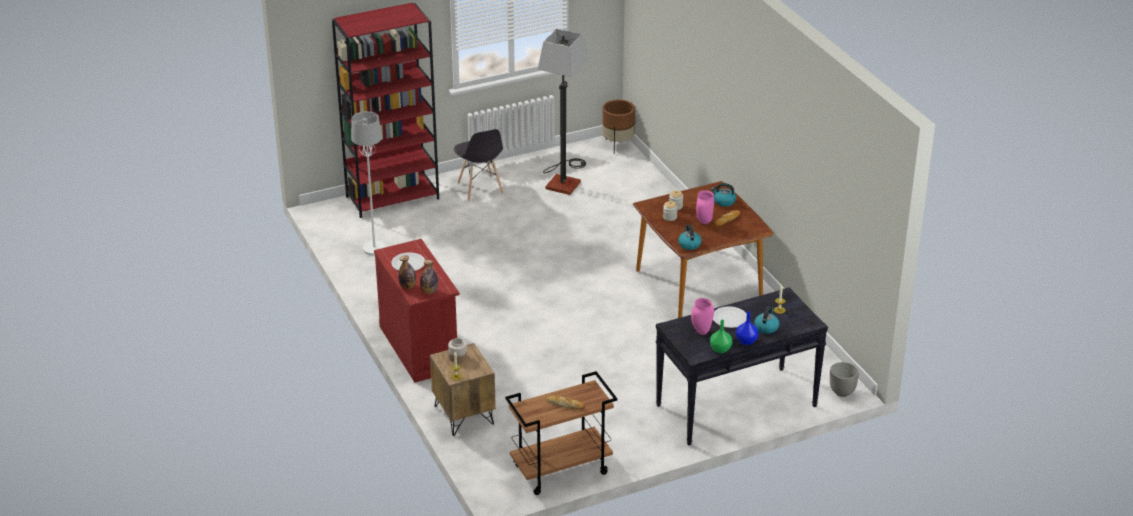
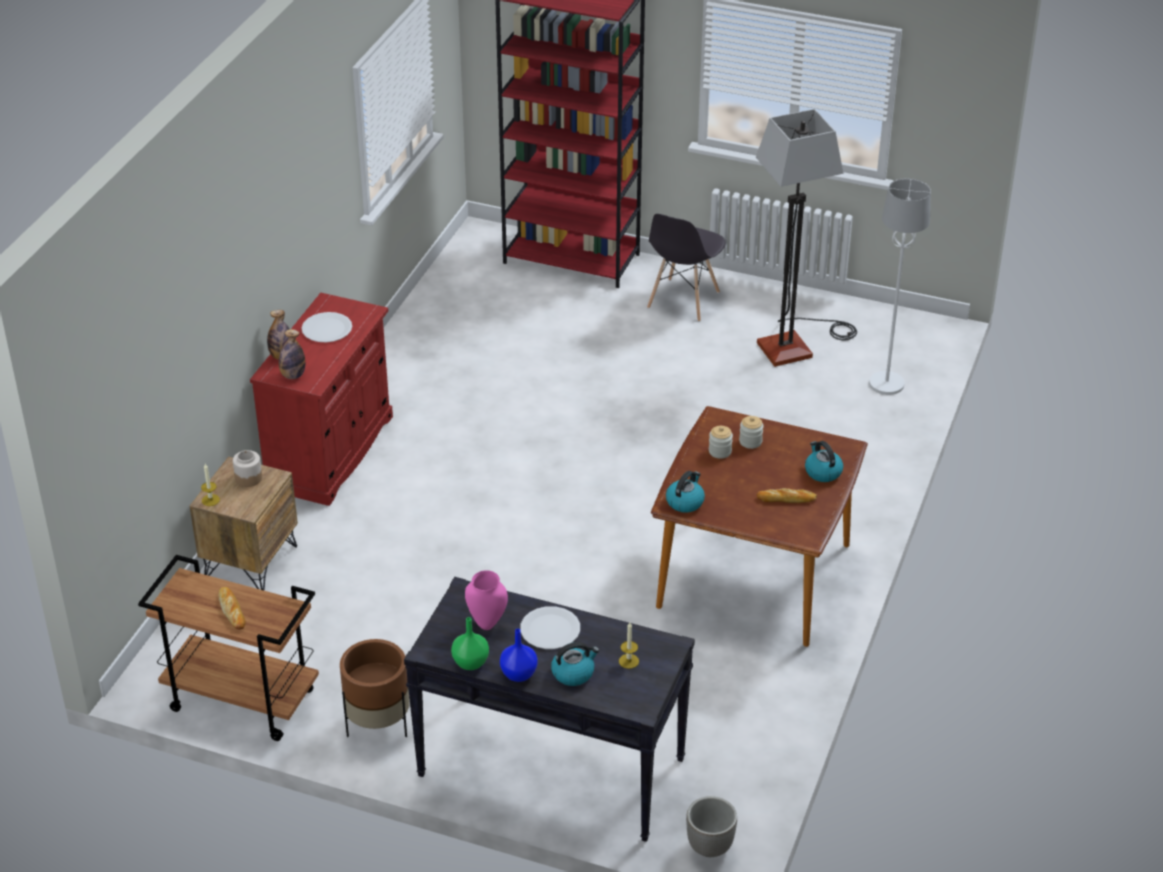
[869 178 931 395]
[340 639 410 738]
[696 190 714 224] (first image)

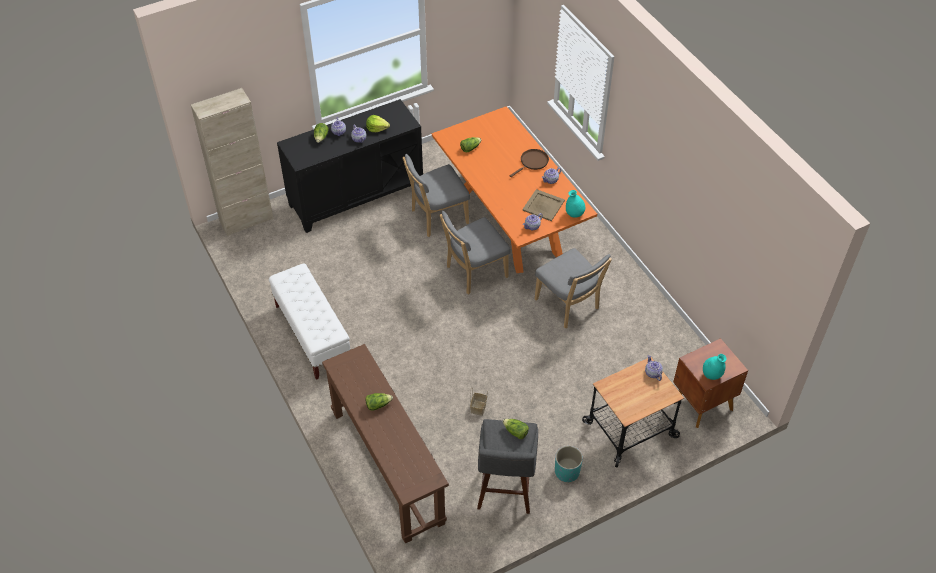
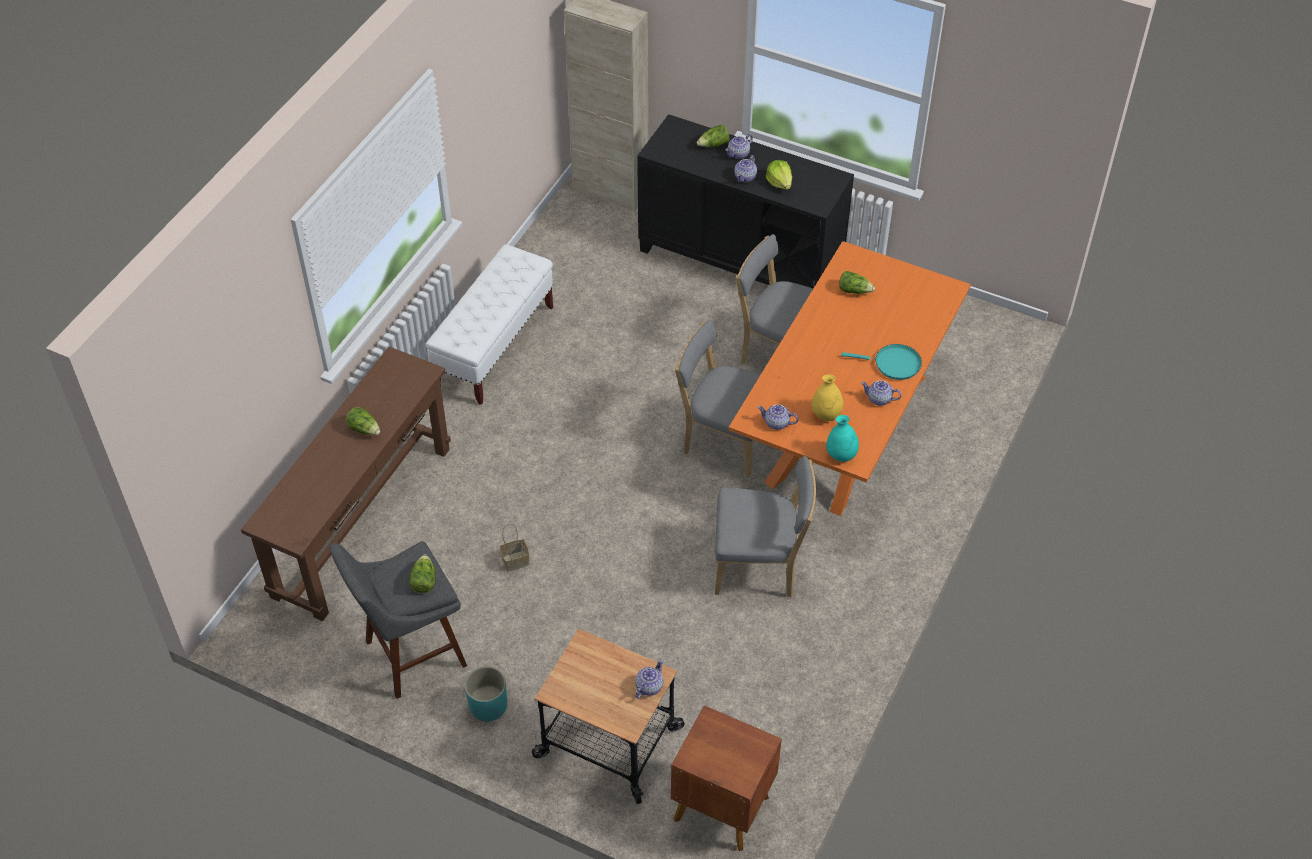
[841 344 922 380]
[812 374 843 421]
[715 455 816 597]
[703 354 727 380] (first image)

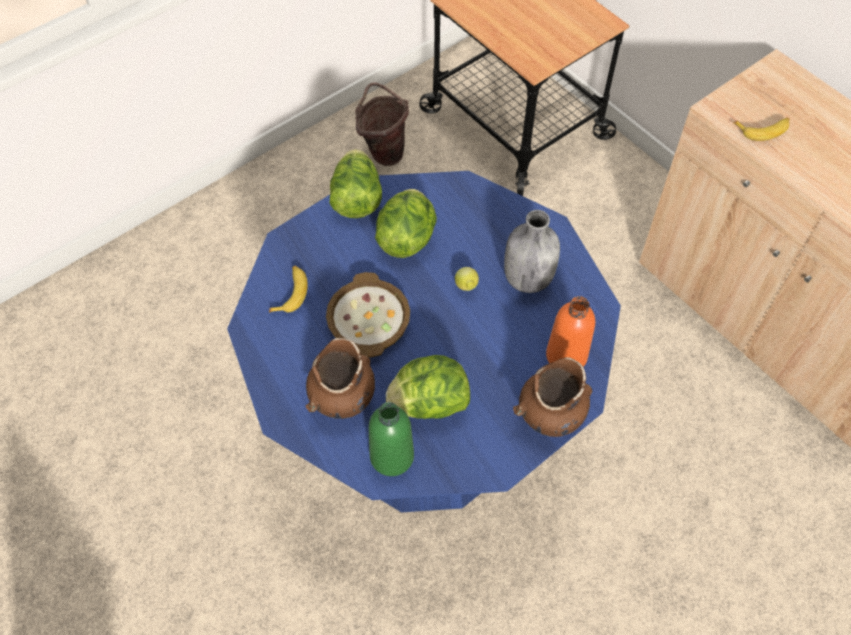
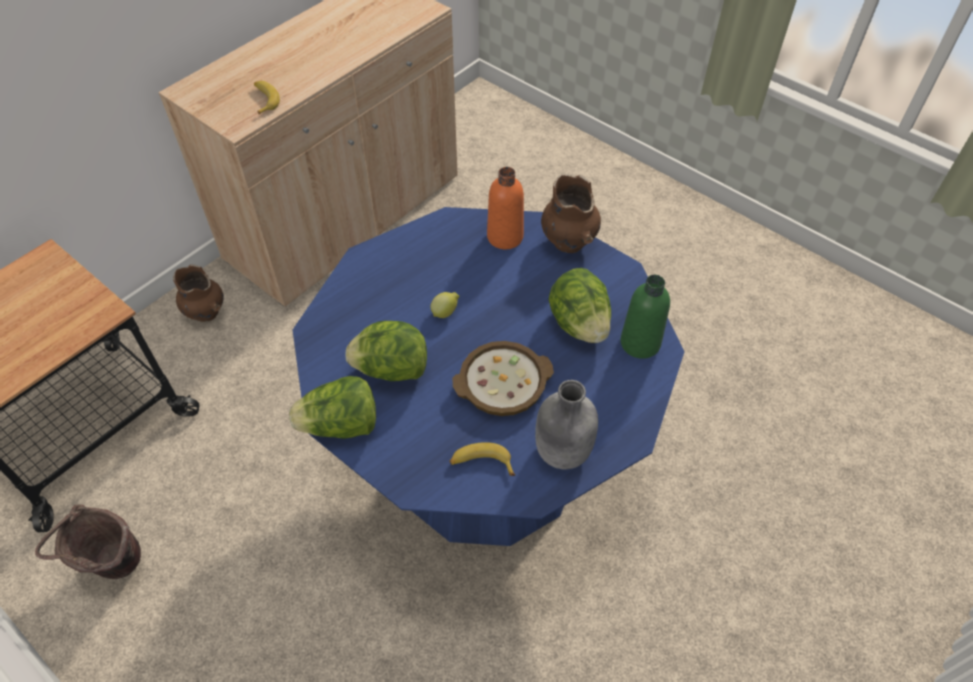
[173 264 224 322]
[535 380 598 469]

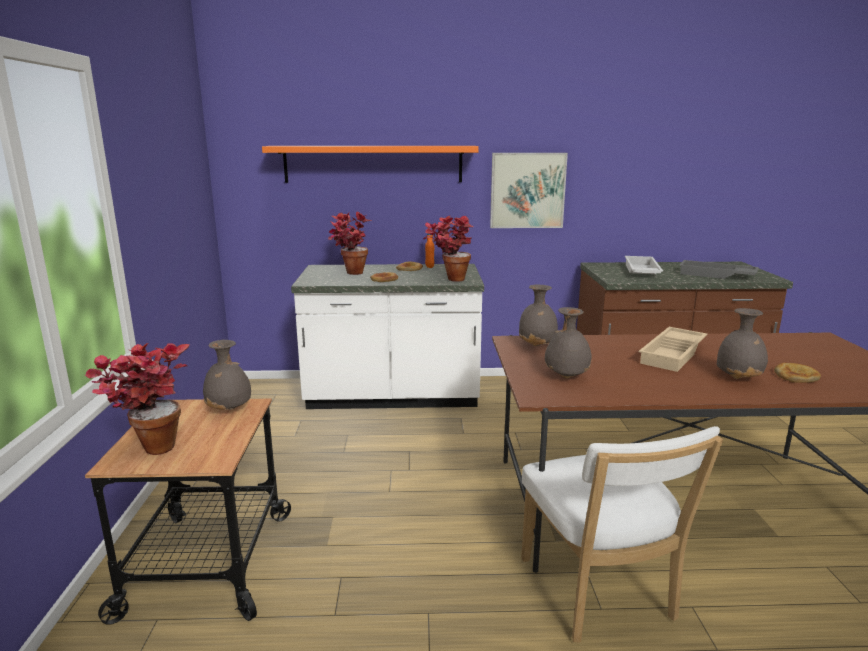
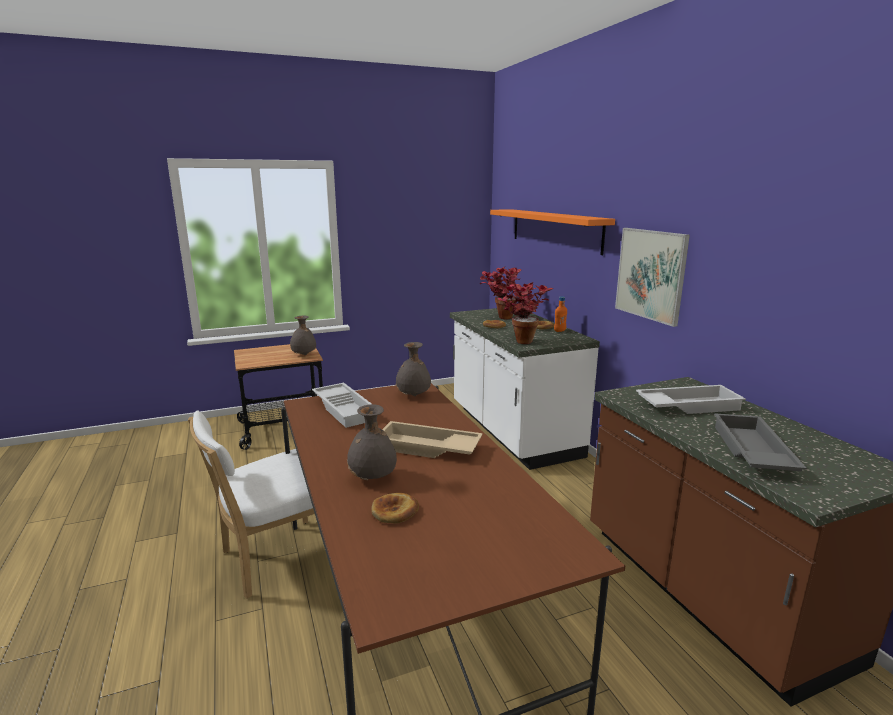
[85 343 190 455] (first image)
[312 383 371 428]

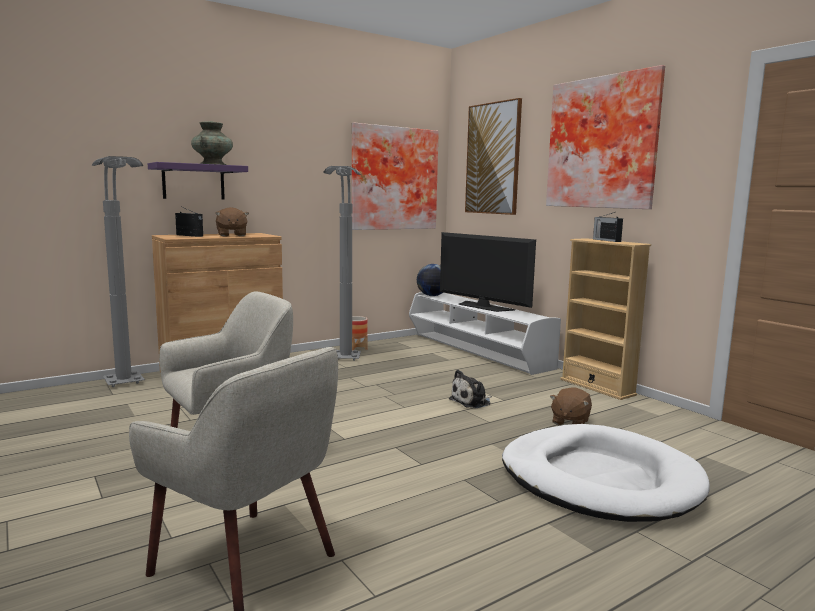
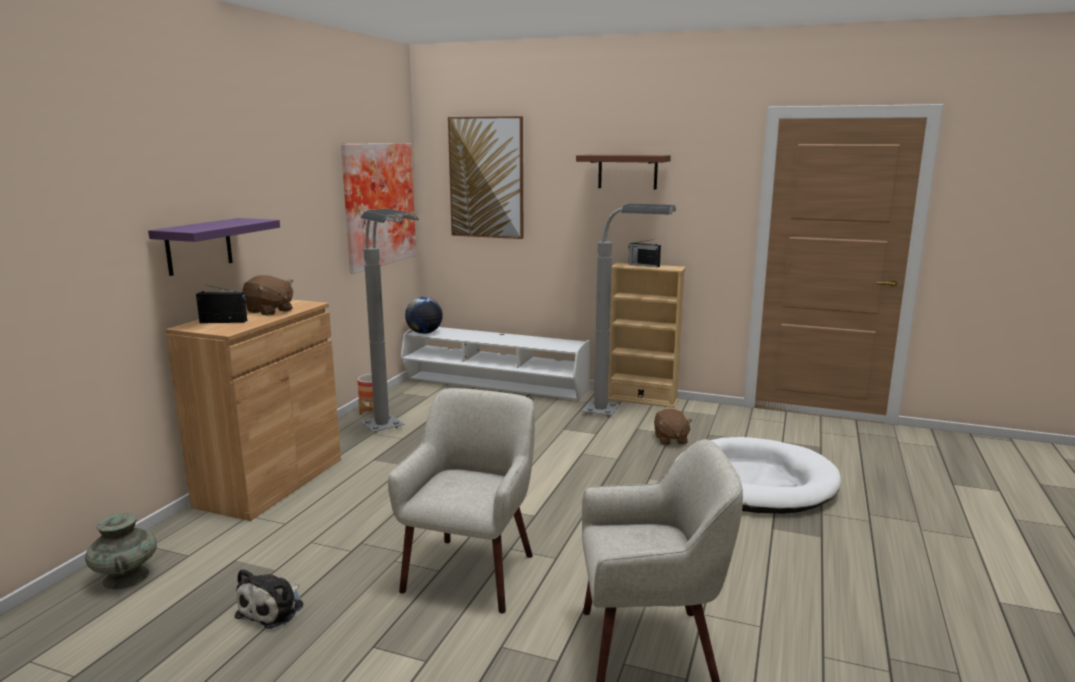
[582 203 676 417]
[85 513 157 590]
[440 232 536 312] (first image)
[235 569 304 628]
[576 155 671 190]

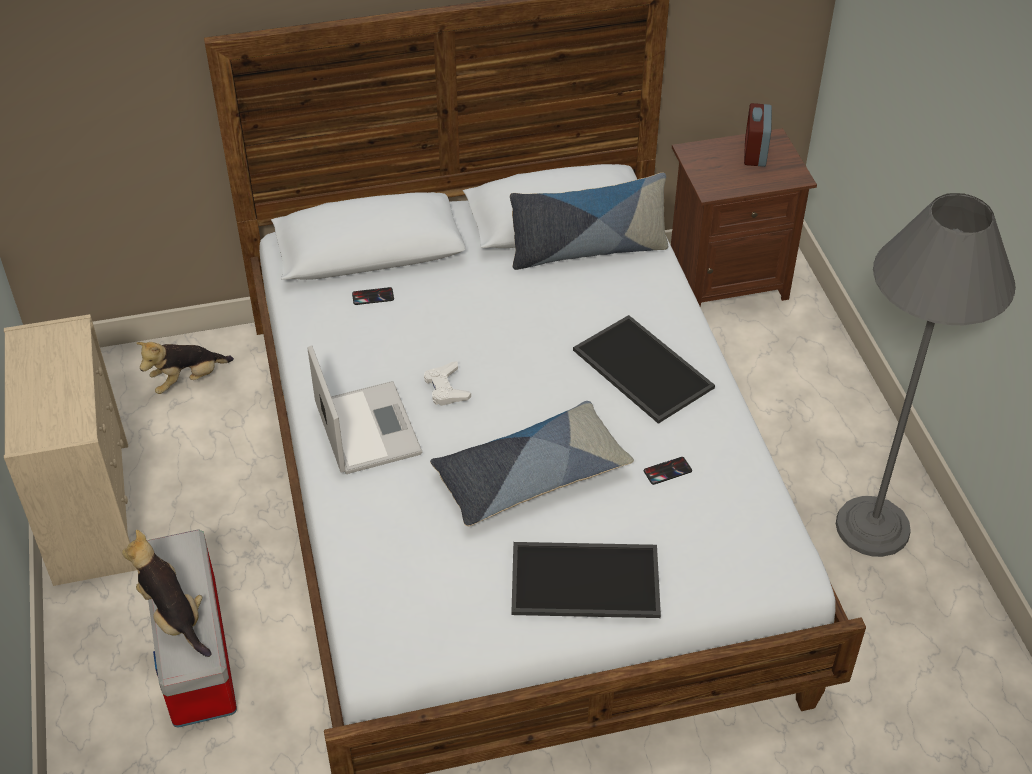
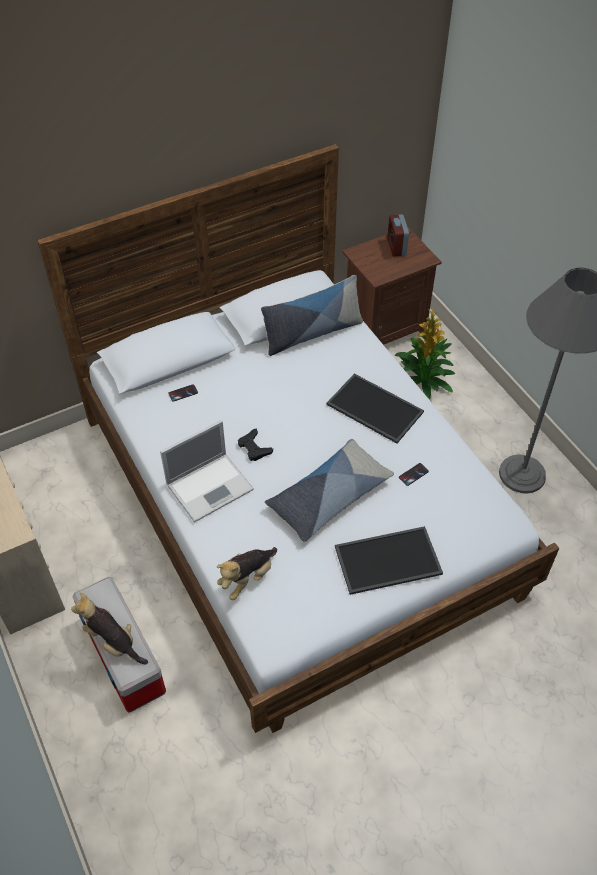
[217 547 277 600]
[160 420 254 522]
[238 428 273 461]
[395 309 455 400]

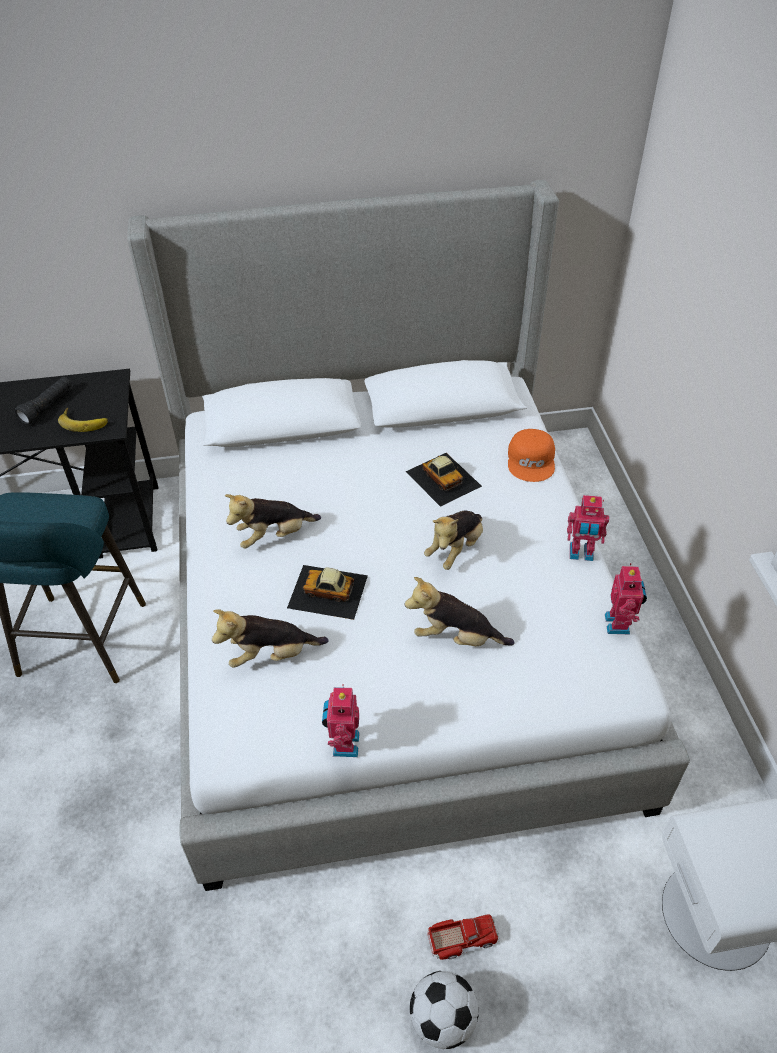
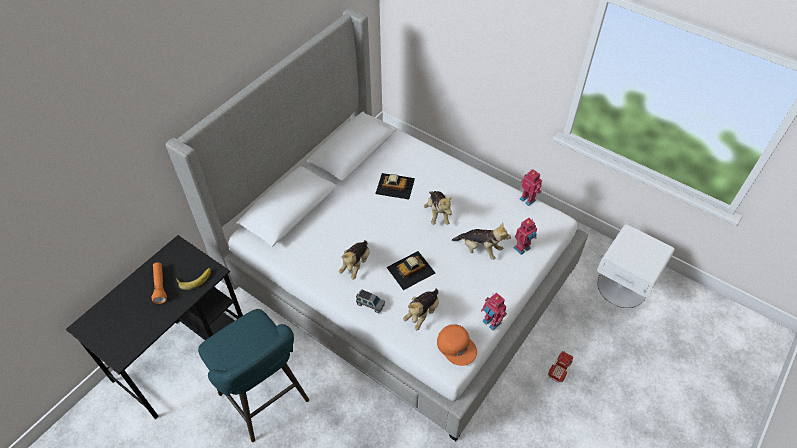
[152 262 167 304]
[452 223 511 260]
[410 971 479 1049] (first image)
[437 324 477 366]
[513 218 537 255]
[356 290 385 313]

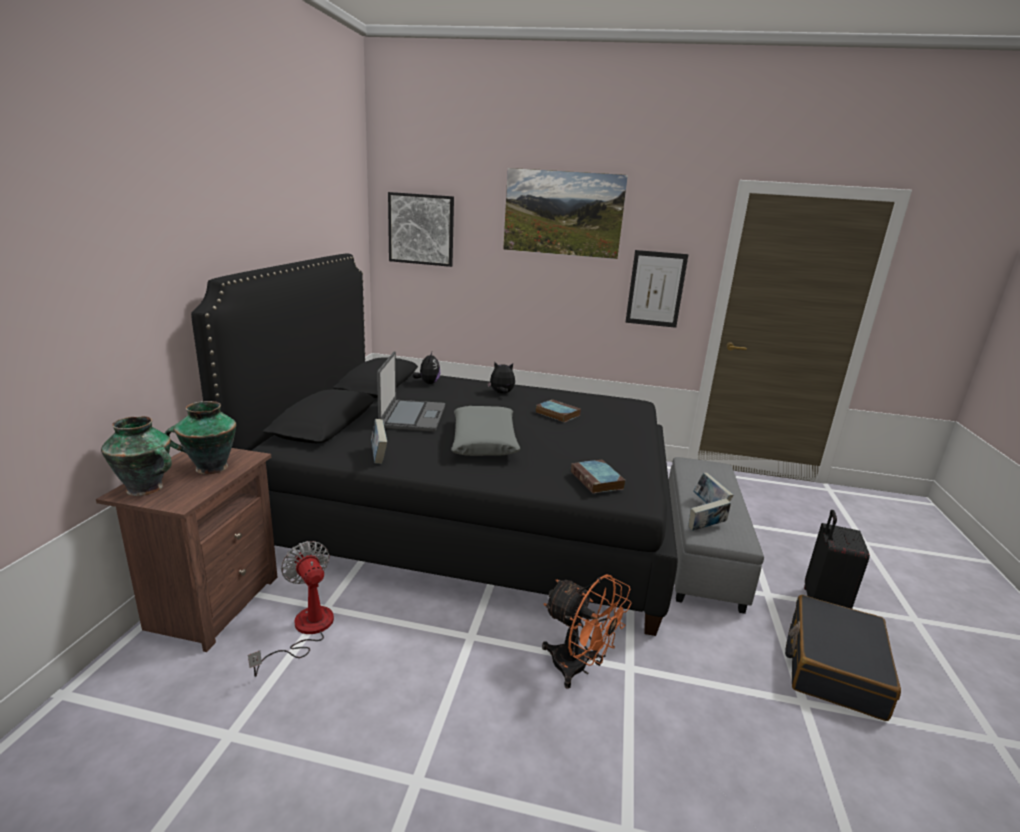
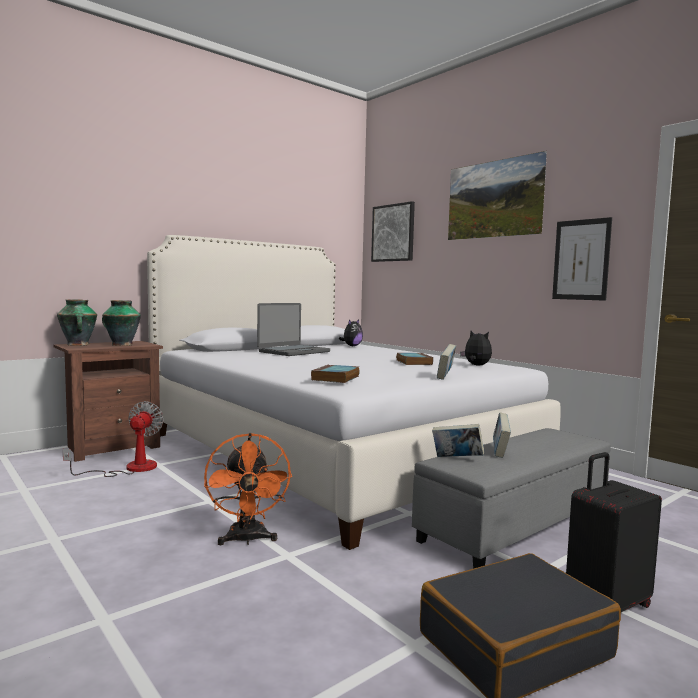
[147 235 561 550]
[437 344 456 380]
[451 406 520 456] (first image)
[460 331 492 366]

